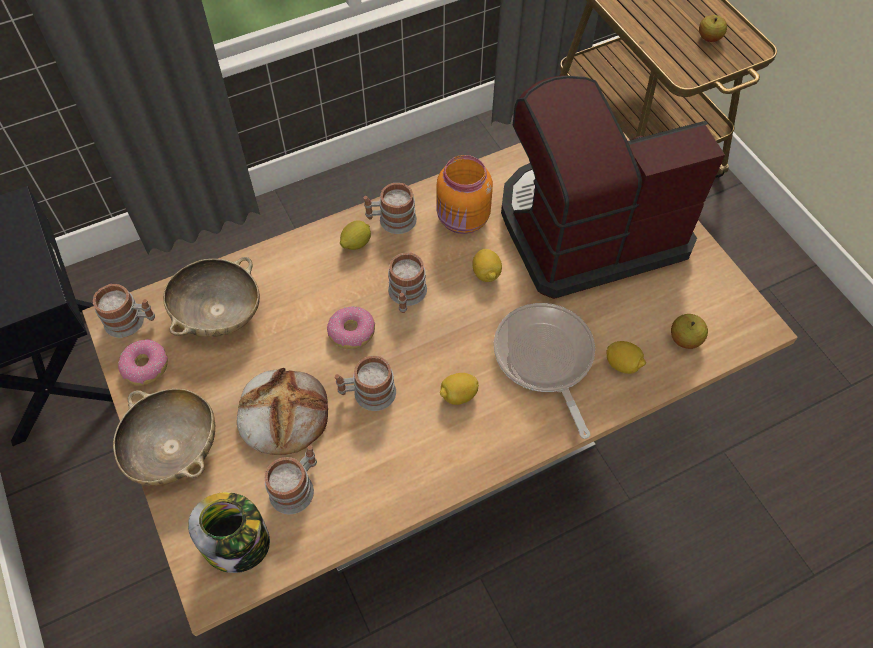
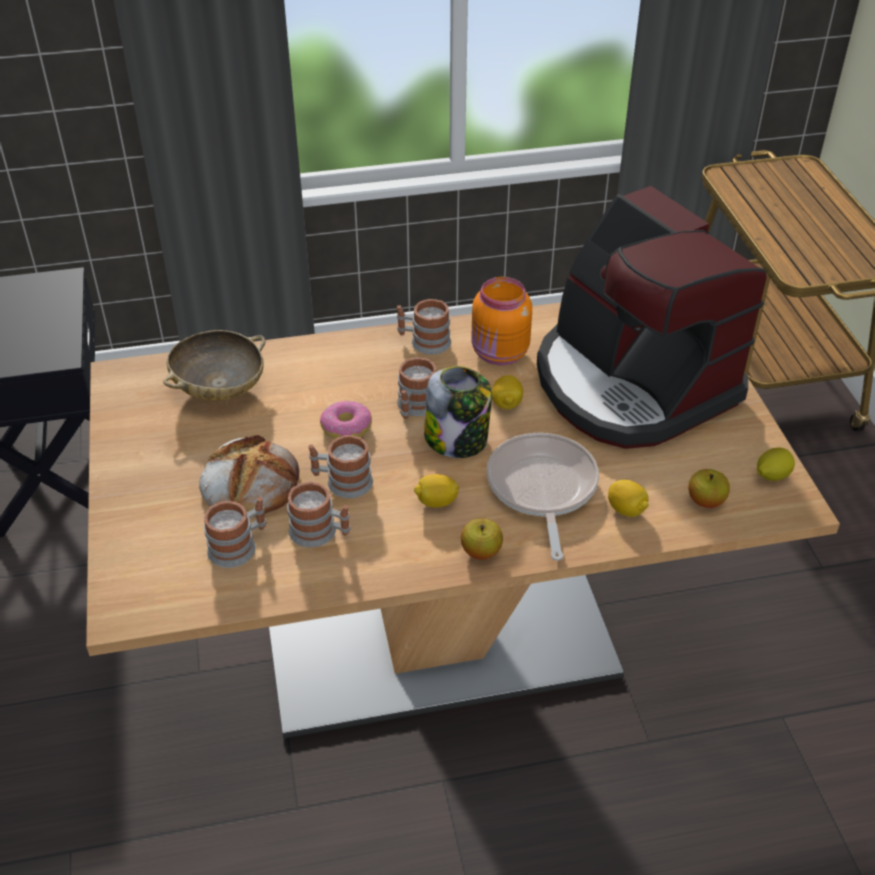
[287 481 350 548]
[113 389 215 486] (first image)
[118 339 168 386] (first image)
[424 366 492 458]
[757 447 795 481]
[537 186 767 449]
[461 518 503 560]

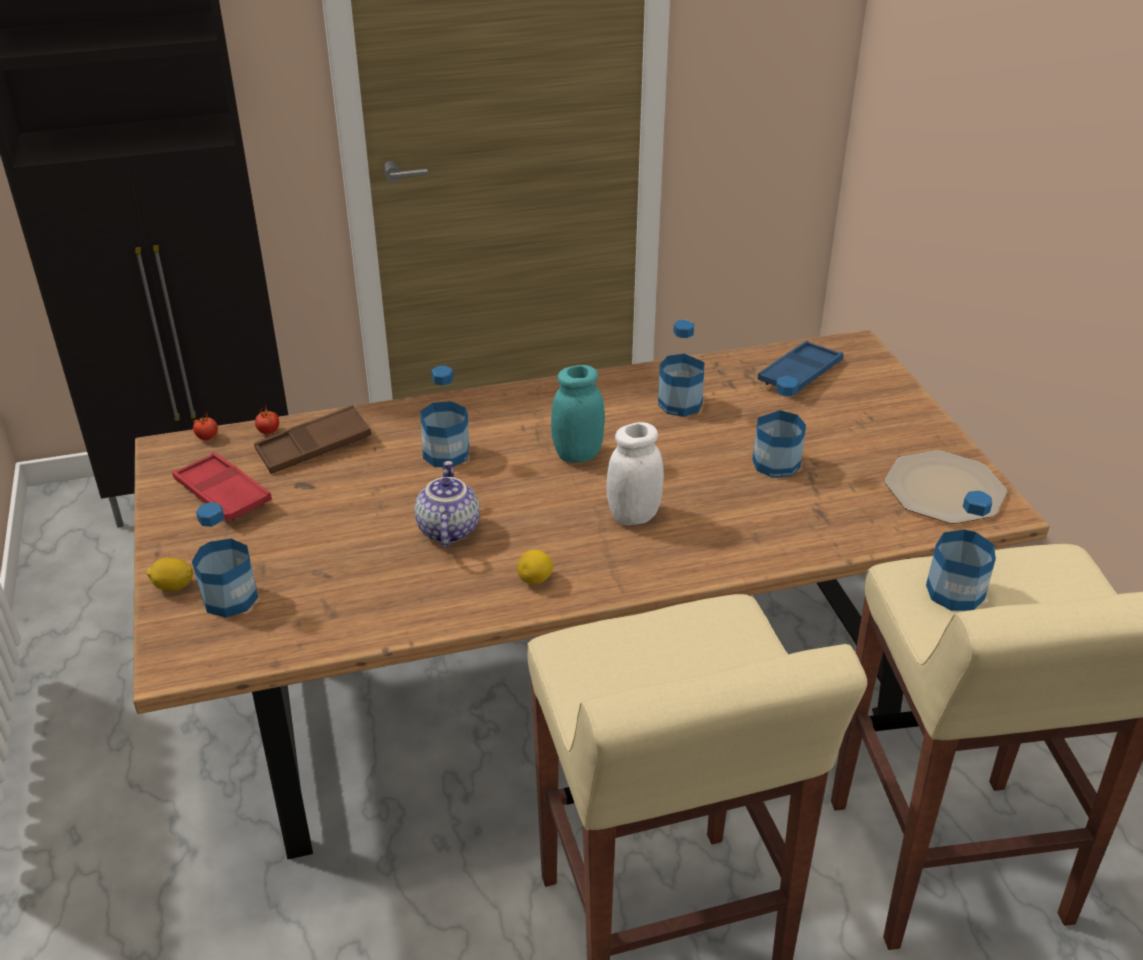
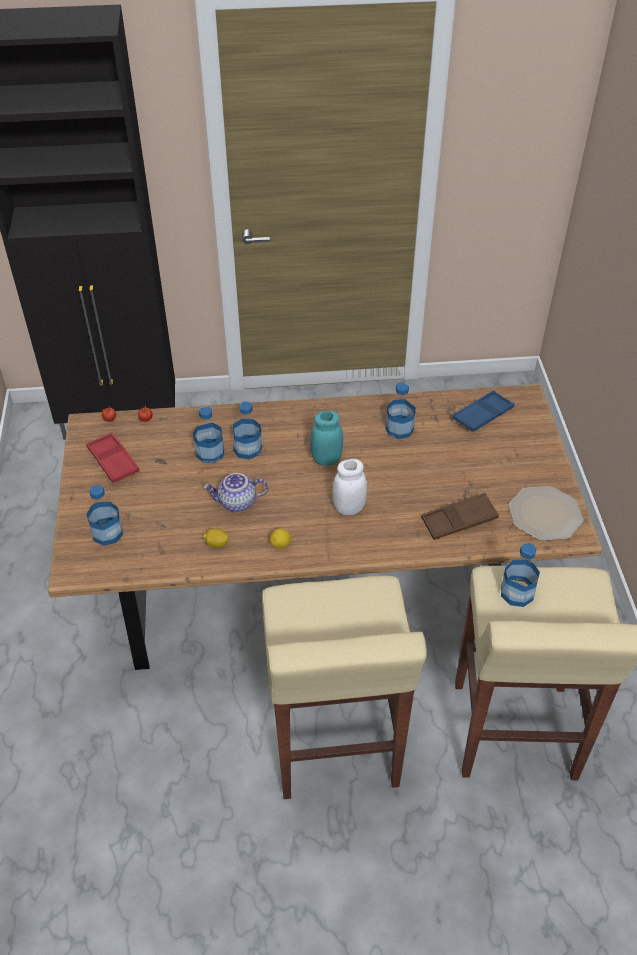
[203 528 229 548]
[421 493 499 540]
[203 473 268 512]
[193 406 224 463]

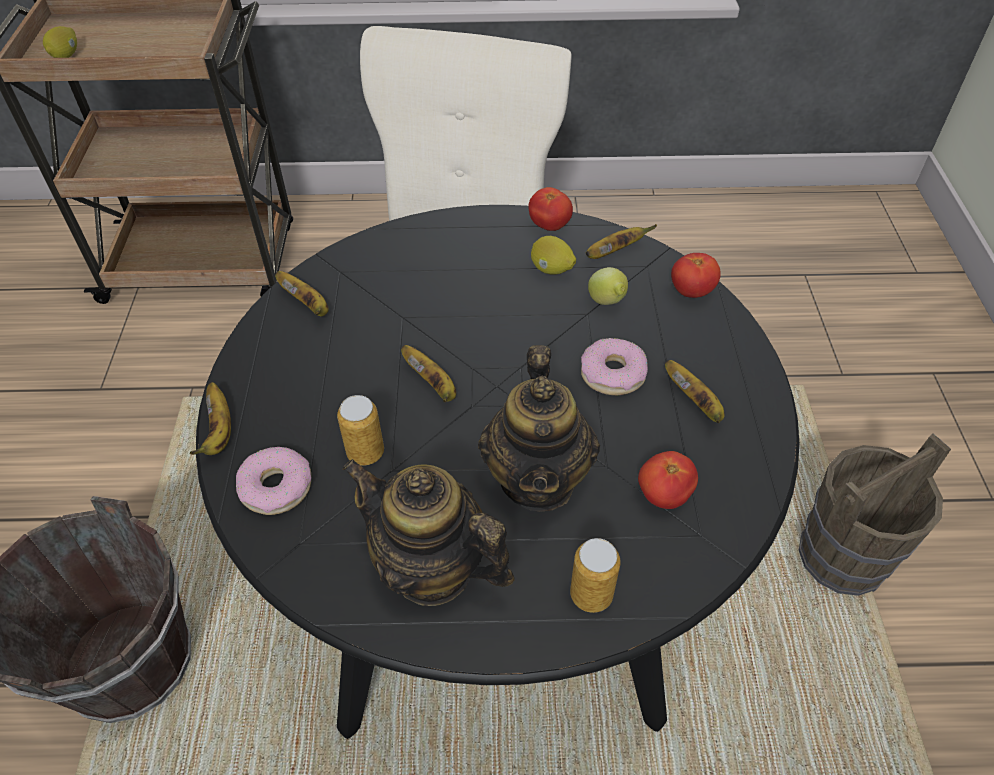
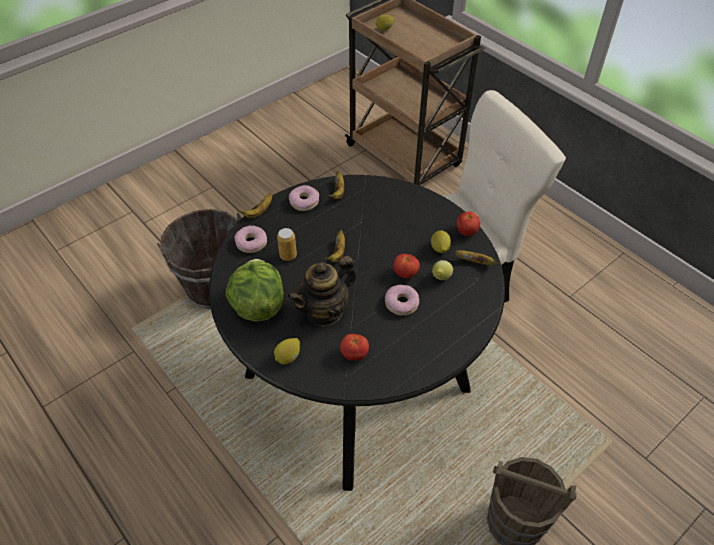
[225 259 284 321]
[274 338 300 365]
[665 360 725 423] (first image)
[393 254 420 278]
[289 185 319 211]

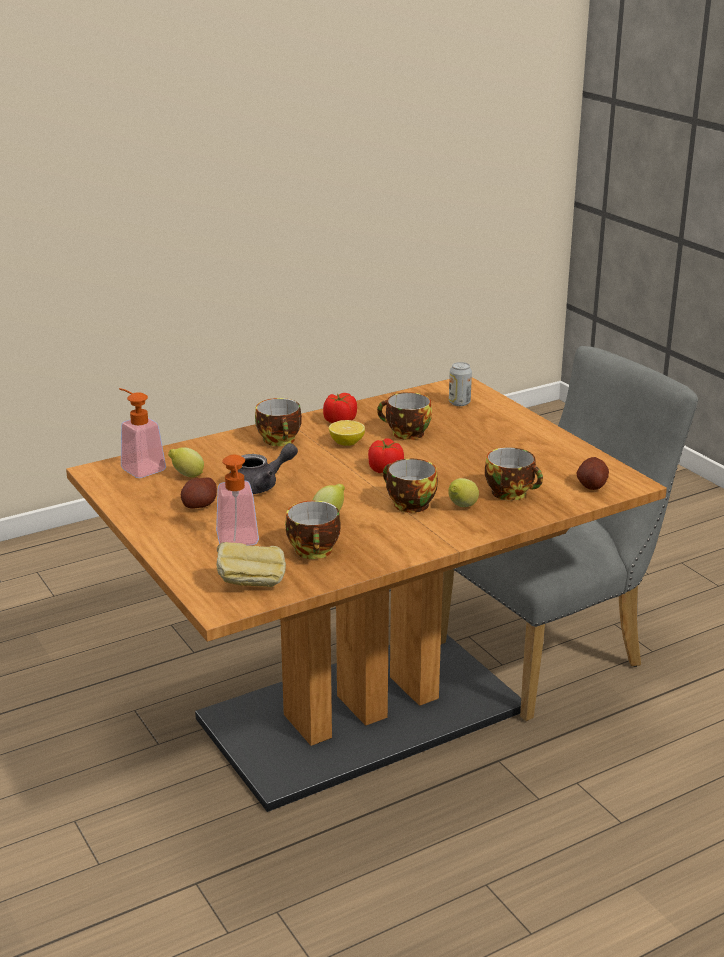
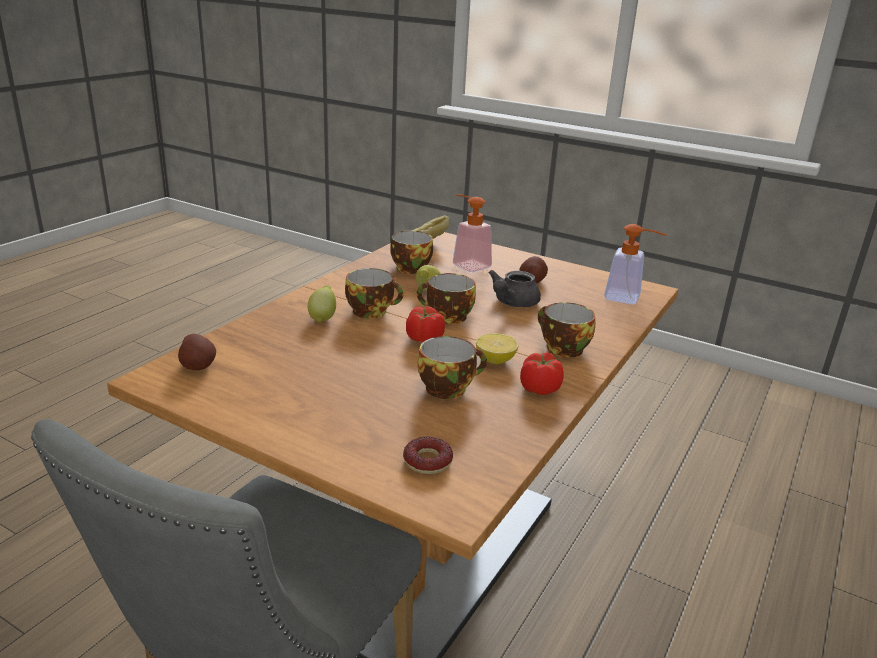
[168 447 204 477] (first image)
[403 437 453 474]
[417 273 476 324]

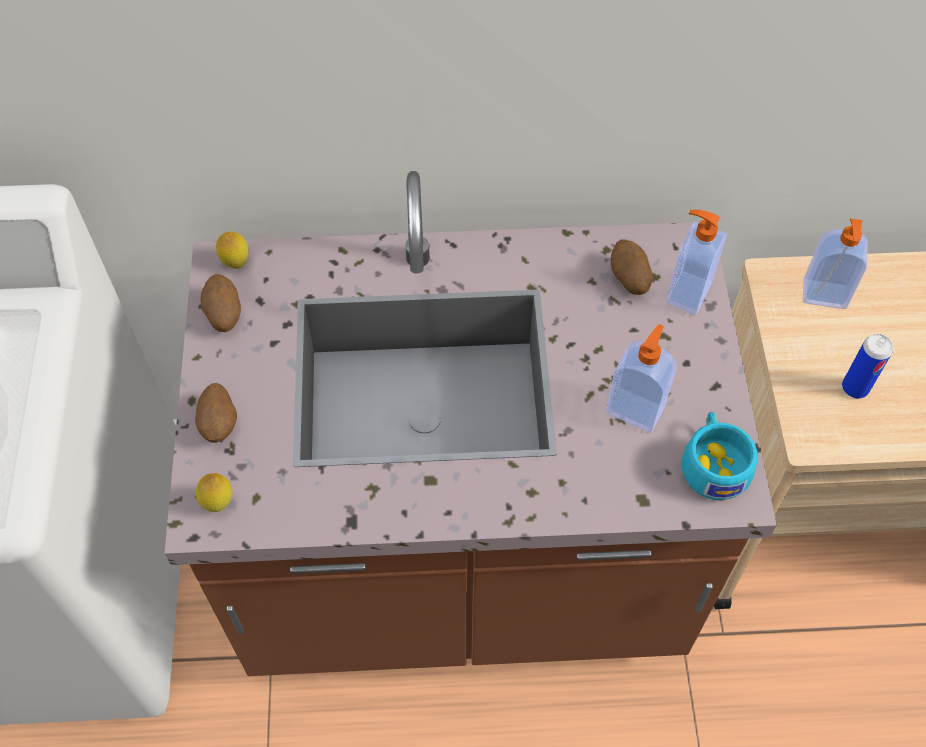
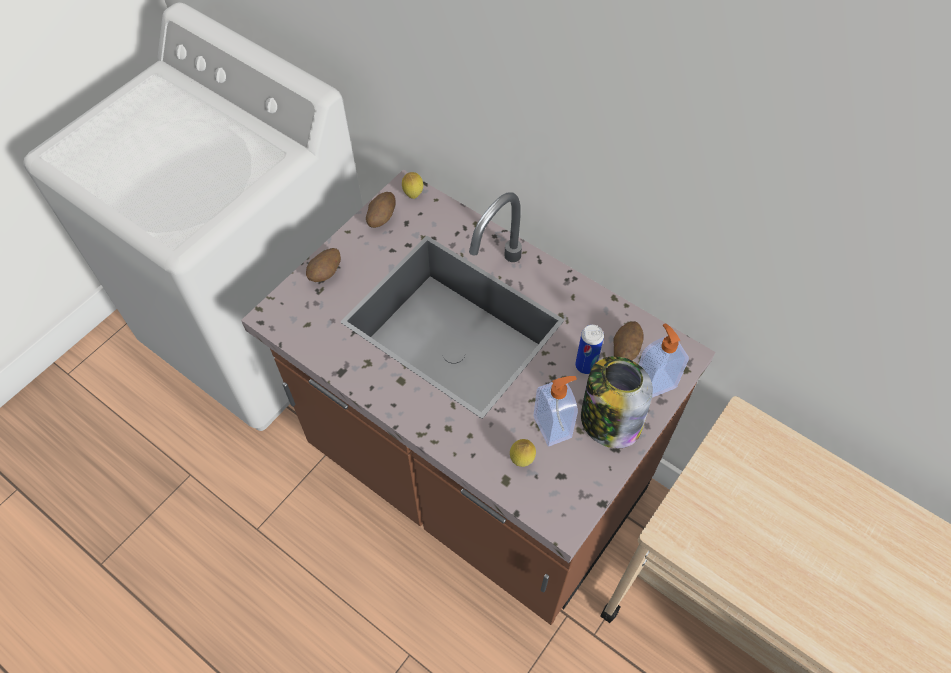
[510 439 536 467]
[681 412 758 500] (first image)
[803 218 868 309] (first image)
[575 325 604 374]
[581 356 653 449]

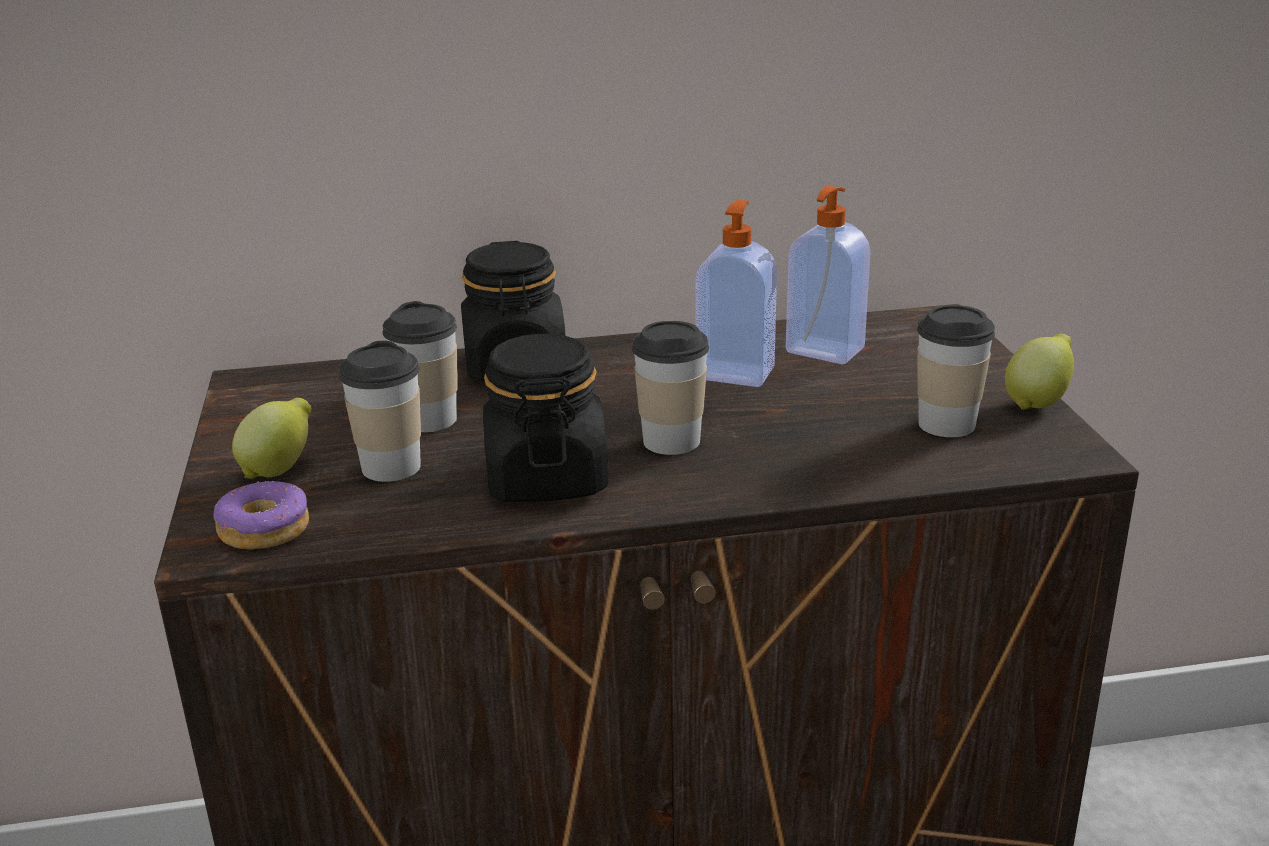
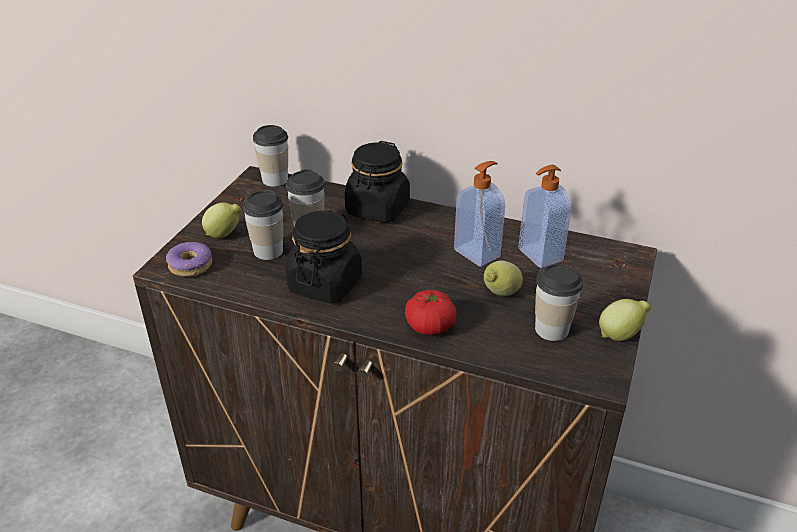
[253 125 288 187]
[405 290 456 335]
[484 260 523 296]

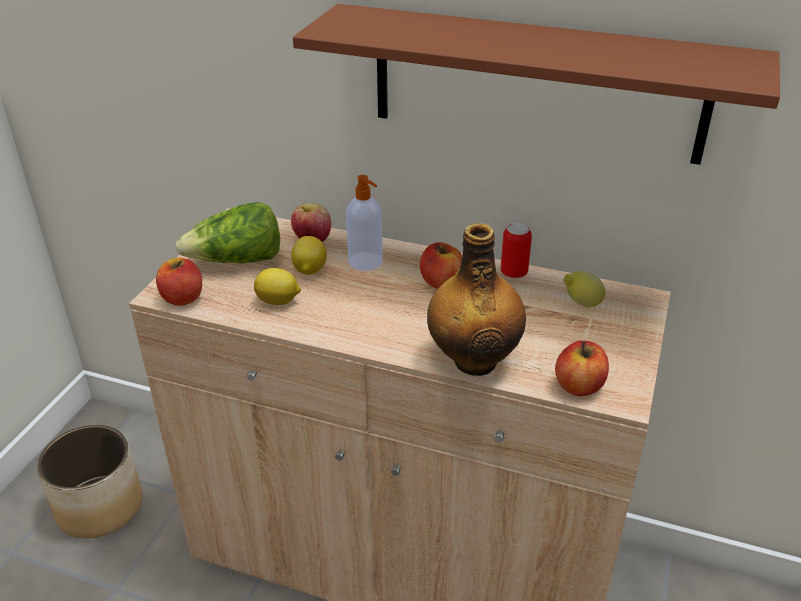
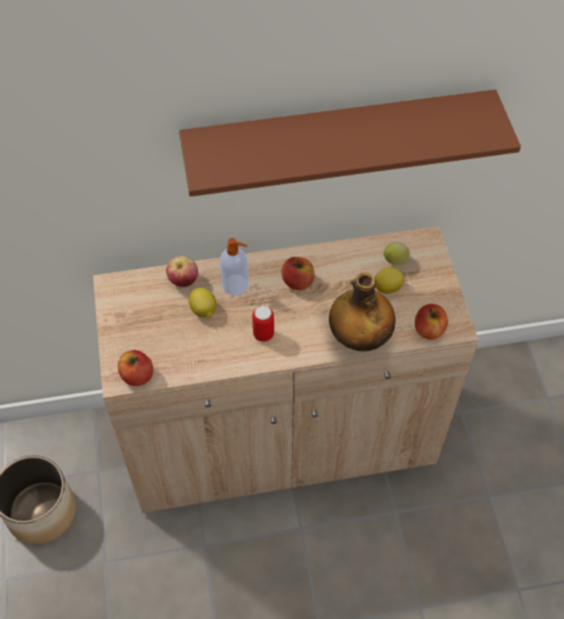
[175 202 280 263] (first image)
[375 267 405 294]
[252 306 274 342]

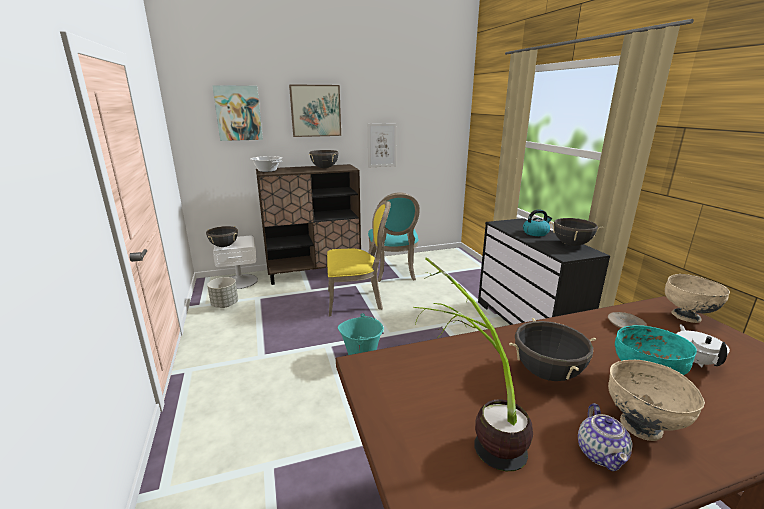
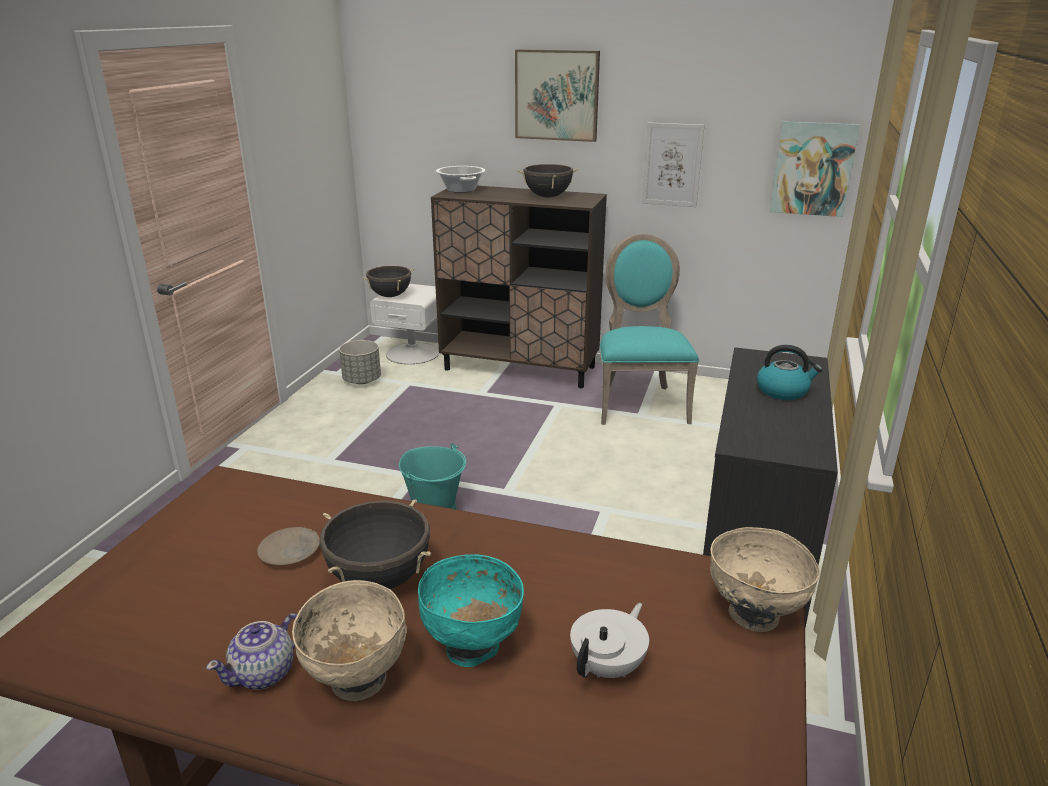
[770 121 860 217]
[327 201 391 316] (first image)
[600 234 699 425]
[413 257 533 471] (first image)
[549 218 603 246] (first image)
[257 527 320 566]

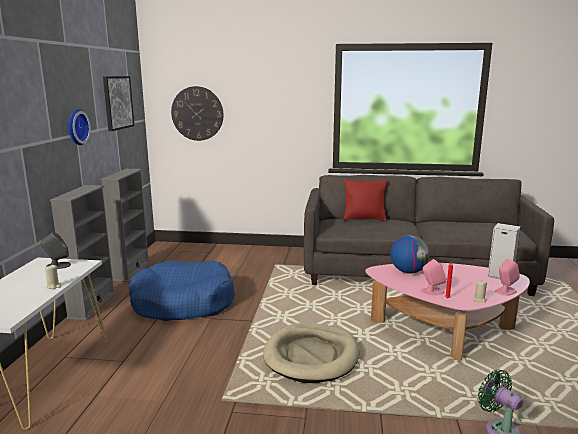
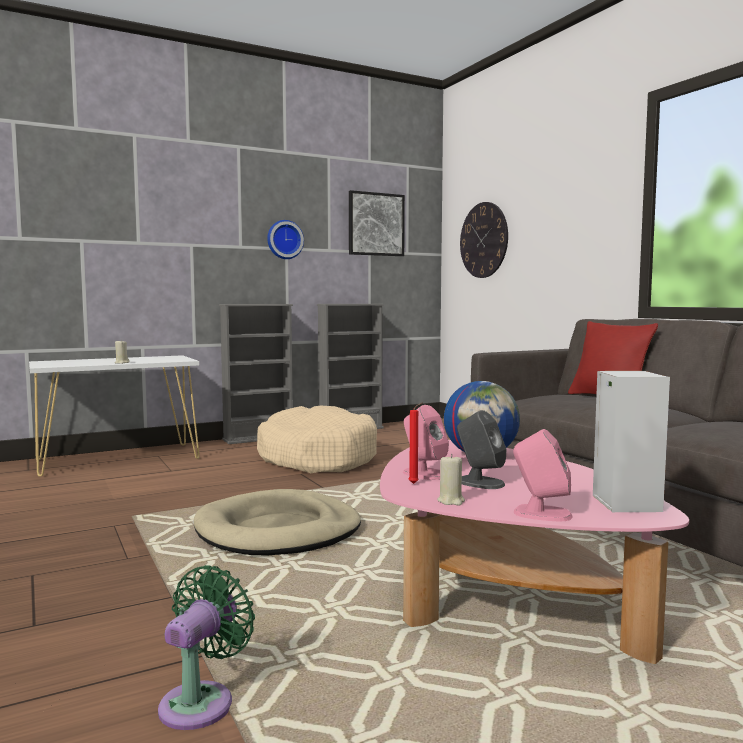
[457 410 506 489]
[257 406 377 473]

